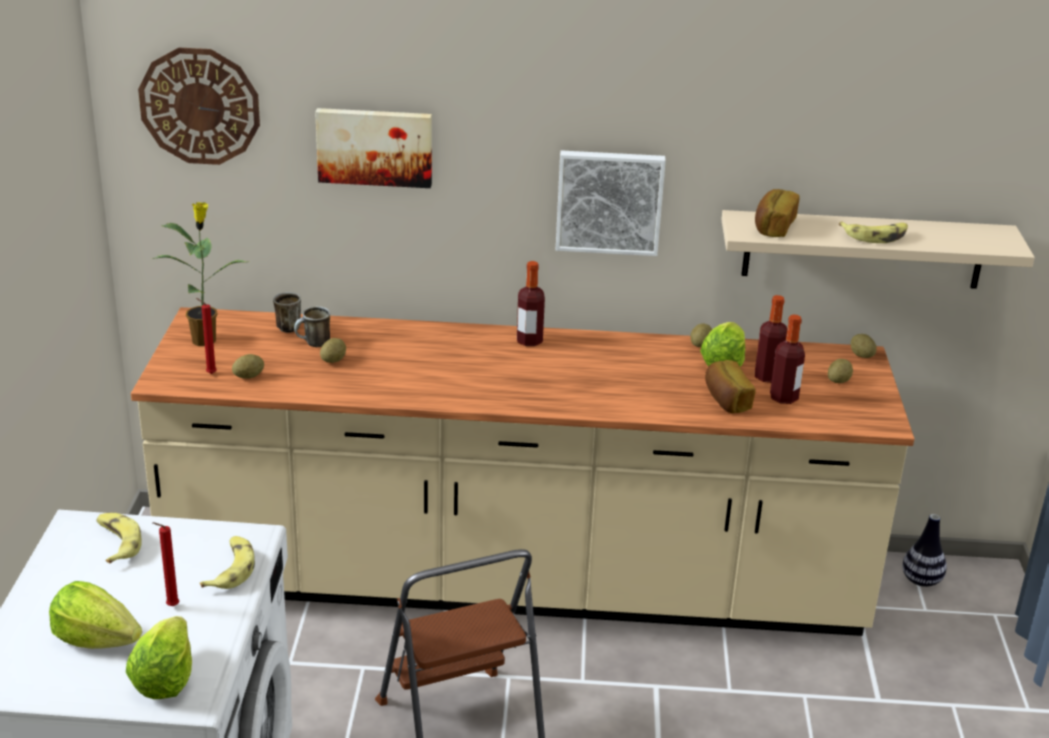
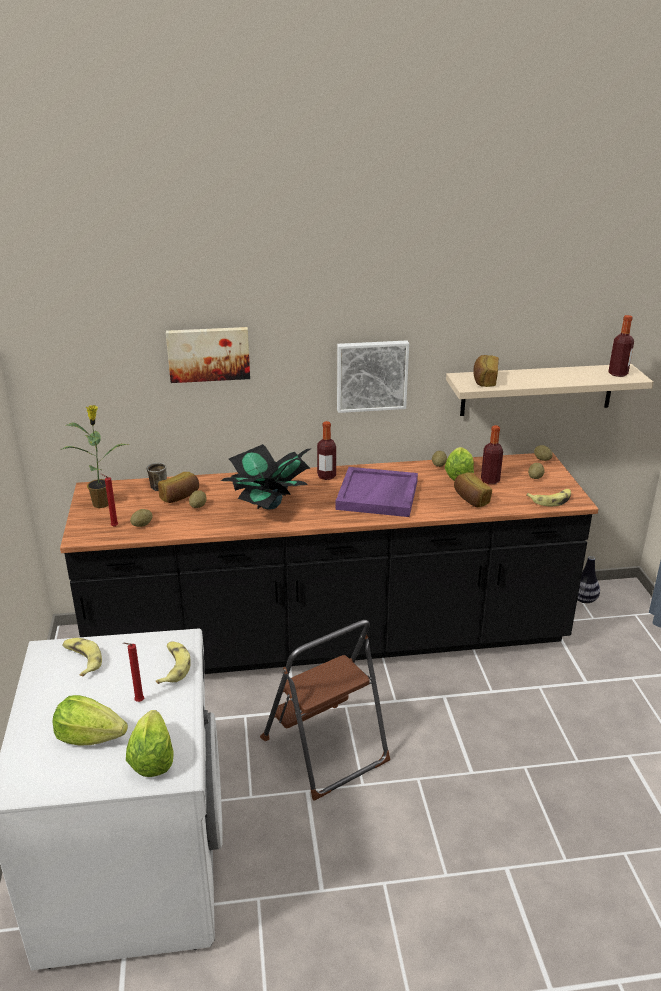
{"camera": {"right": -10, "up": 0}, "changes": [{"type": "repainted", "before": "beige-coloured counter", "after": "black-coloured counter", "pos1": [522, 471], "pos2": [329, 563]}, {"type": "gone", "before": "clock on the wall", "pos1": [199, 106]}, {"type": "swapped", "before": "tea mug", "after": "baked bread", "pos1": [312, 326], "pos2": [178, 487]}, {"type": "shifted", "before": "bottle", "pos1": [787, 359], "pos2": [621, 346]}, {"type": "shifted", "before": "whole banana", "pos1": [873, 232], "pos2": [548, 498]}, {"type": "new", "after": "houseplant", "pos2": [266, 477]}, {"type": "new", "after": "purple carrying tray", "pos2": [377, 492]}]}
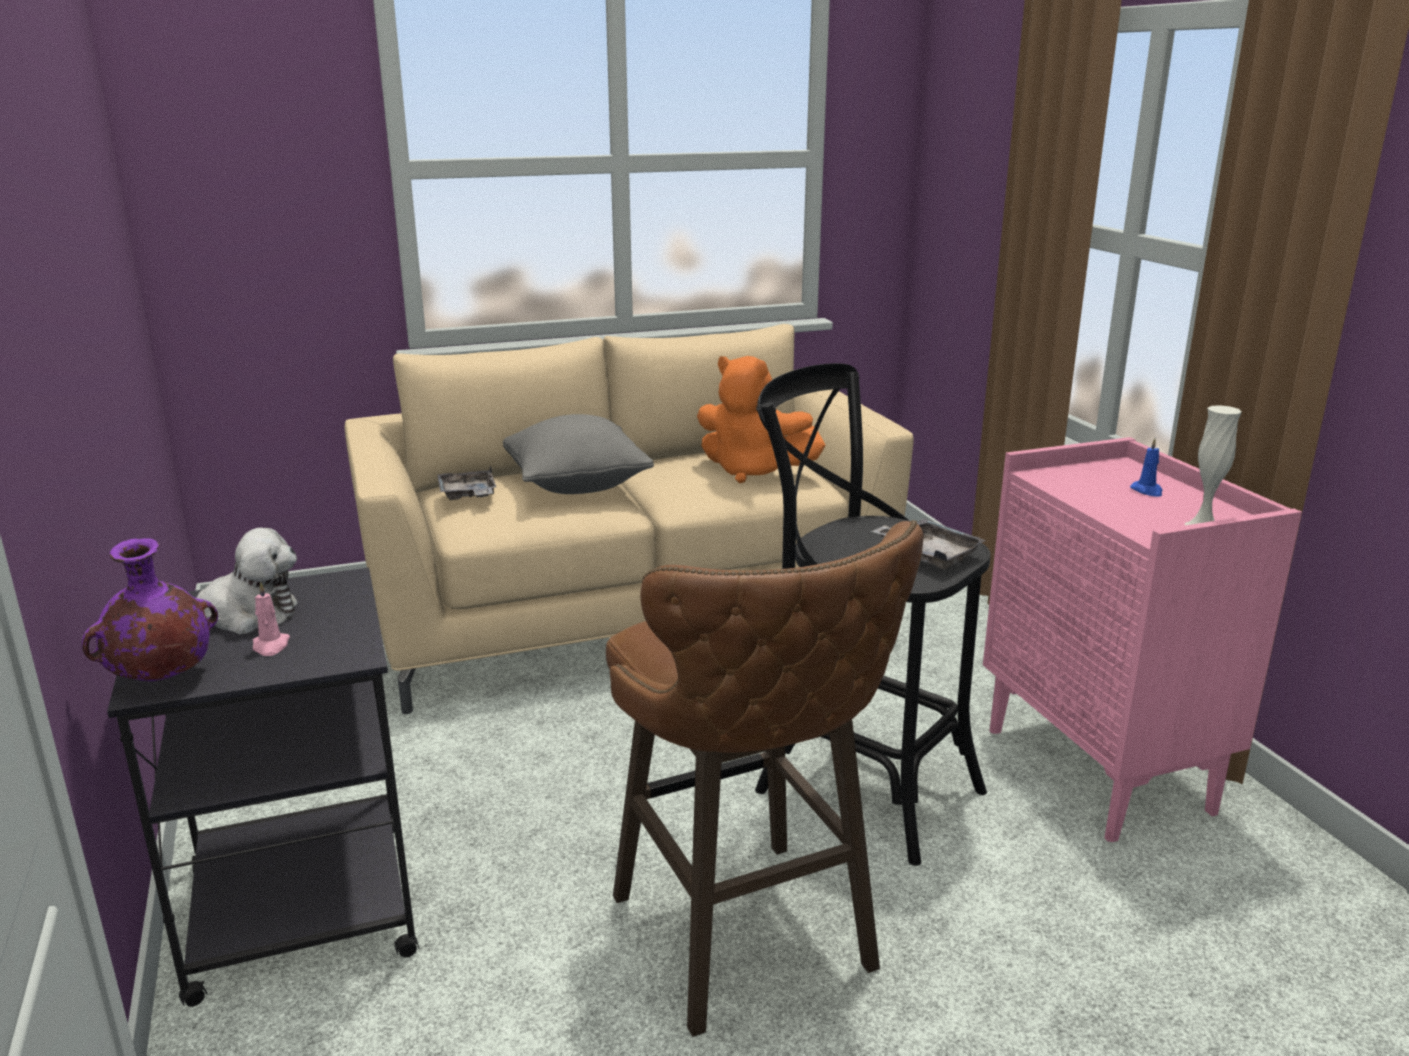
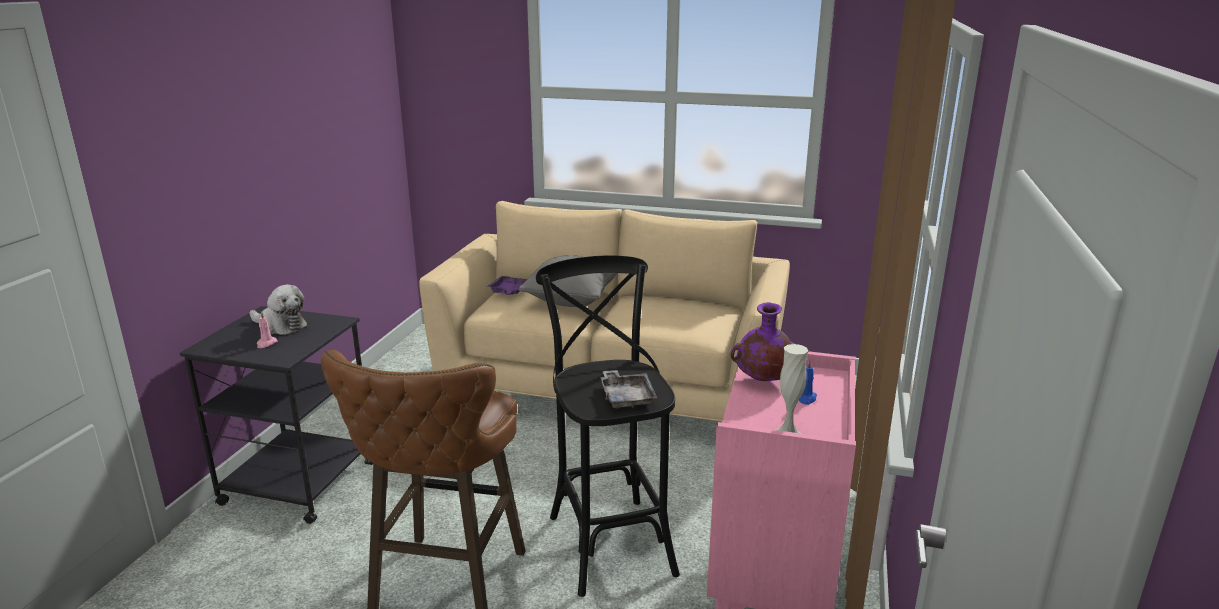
{"camera": {"right": 35, "up": 0}, "changes": [{"type": "shifted", "before": "purple decorative vase", "pos1": [150, 609], "pos2": [763, 341]}, {"type": "repainted", "before": "gray carrying tray", "after": "purple carrying tray", "pos1": [466, 482], "pos2": [507, 285]}, {"type": "gone", "before": "orangey soft toy", "pos1": [761, 419]}]}
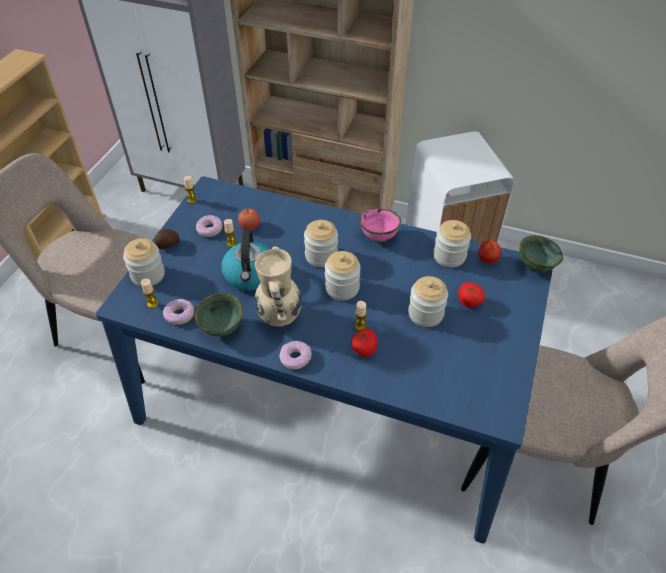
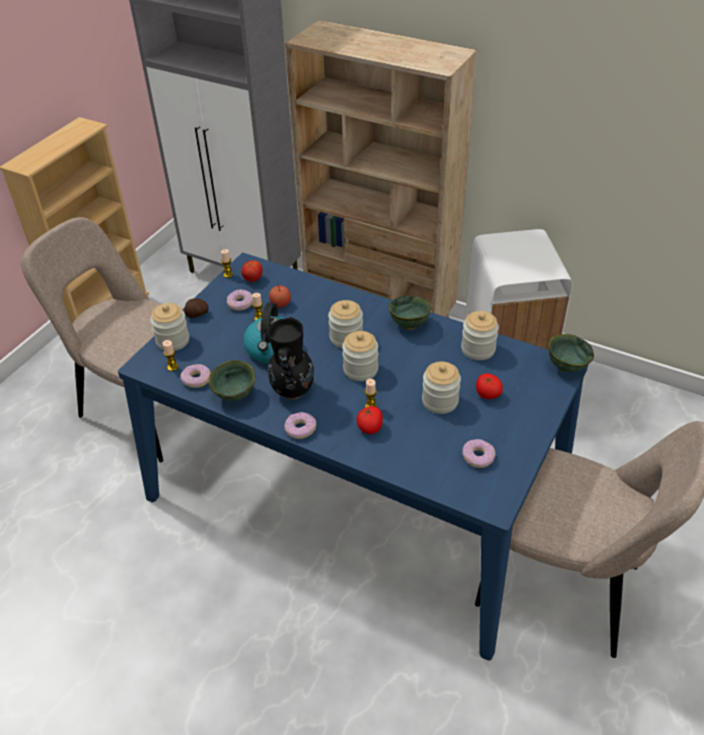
{"camera": {"right": 10, "up": -5}, "changes": [{"type": "repainted", "before": "beige-coloured decorative vase", "after": "black-coloured decorative vase", "pos1": [278, 286], "pos2": [291, 358]}, {"type": "repainted", "before": "pink-coloured bowl", "after": "green-coloured bowl", "pos1": [380, 225], "pos2": [410, 313]}, {"type": "shifted", "before": "whole tomato", "pos1": [489, 252], "pos2": [252, 271]}, {"type": "new", "after": "ring doughnut", "pos2": [479, 453]}]}
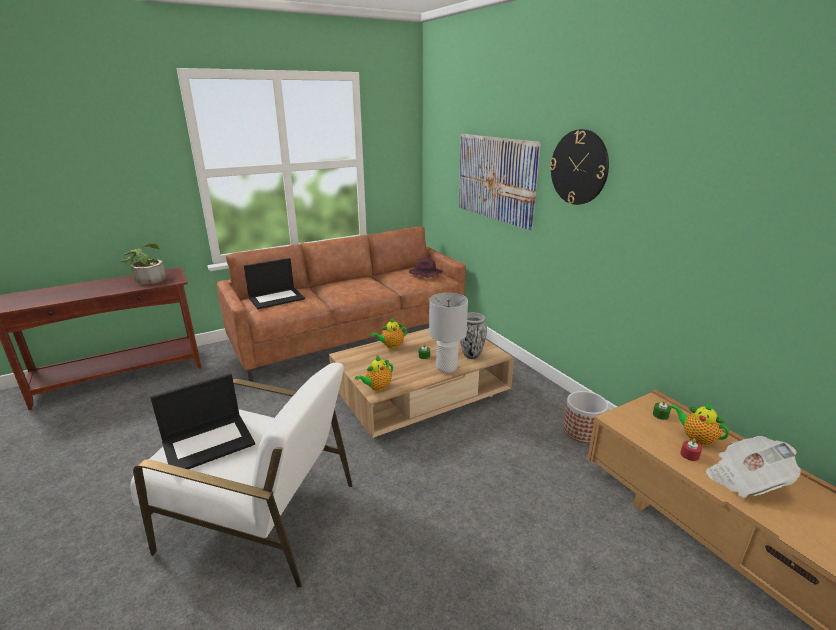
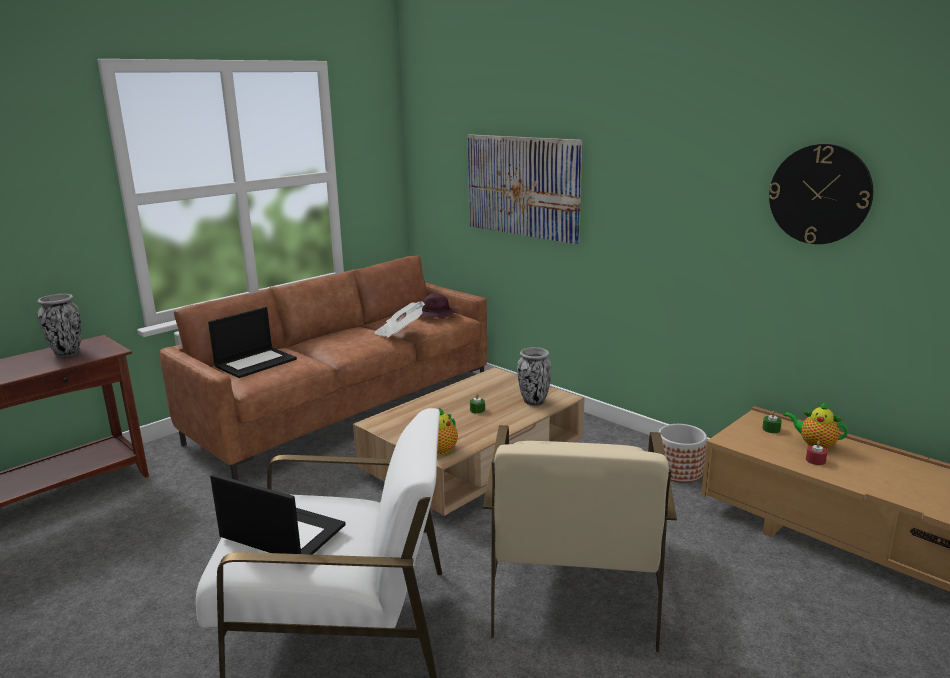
{"camera": {"right": -15, "up": -5}, "changes": [{"type": "swapped", "before": "houseplant", "after": "decorative vase", "pos1": [143, 264], "pos2": [59, 325]}, {"type": "rotated", "before": "laptop", "pos1": [202, 421], "pos2": [278, 514], "turn": -105}, {"type": "gone", "before": "pot for tea", "pos1": [388, 333]}, {"type": "gone", "before": "gray lamp for a table", "pos1": [448, 333]}, {"type": "shifted", "before": "clock on the wall", "pos1": [579, 167], "pos2": [821, 194]}, {"type": "shifted", "before": "newspaper", "pos1": [753, 467], "pos2": [400, 319]}, {"type": "new", "after": "beige-coloured easy chair", "pos2": [580, 538]}]}
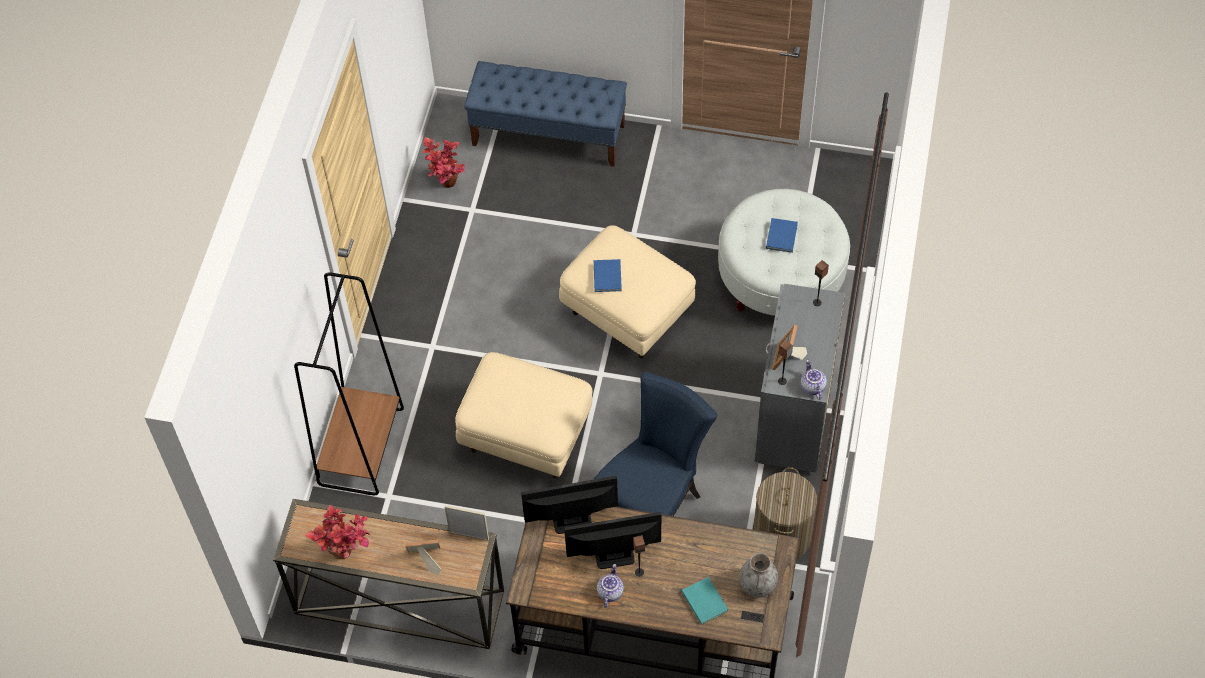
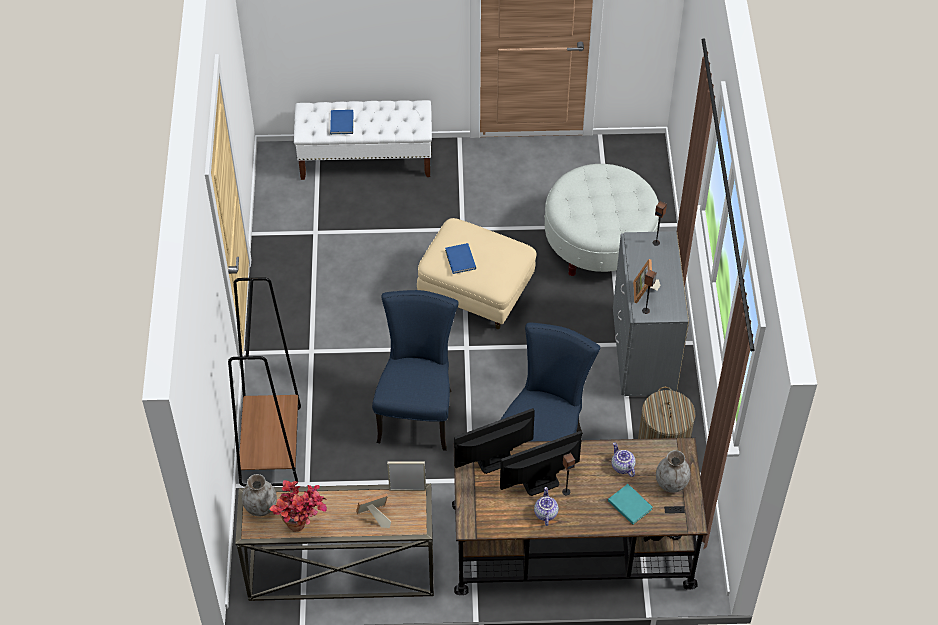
{"camera": {"right": -15, "up": -5}, "changes": [{"type": "gone", "before": "houseplant", "pos1": [444, 162]}, {"type": "swapped", "before": "beige-coloured pouffe", "after": "blue upright chair", "pos1": [523, 415], "pos2": [415, 370]}, {"type": "repainted", "before": "blue long seat", "after": "white long seat", "pos1": [545, 114], "pos2": [363, 140]}, {"type": "shifted", "before": "blue bound book", "pos1": [782, 235], "pos2": [341, 122]}, {"type": "shifted", "before": "pot for tea", "pos1": [814, 380], "pos2": [624, 459]}, {"type": "new", "after": "gray decorative vase", "pos2": [259, 495]}]}
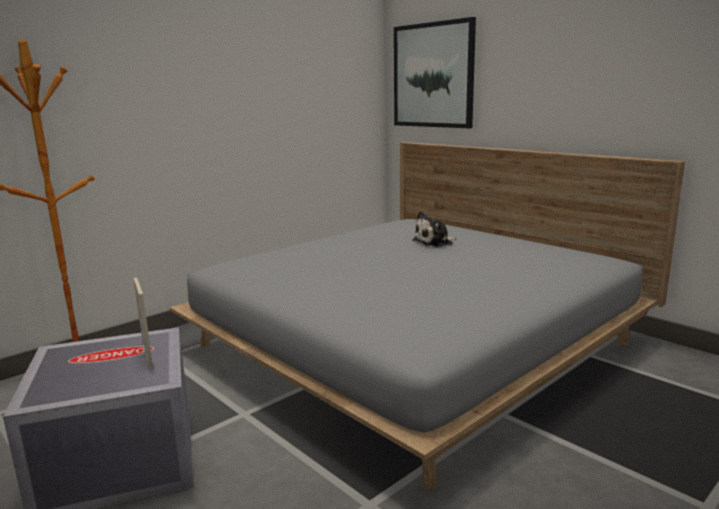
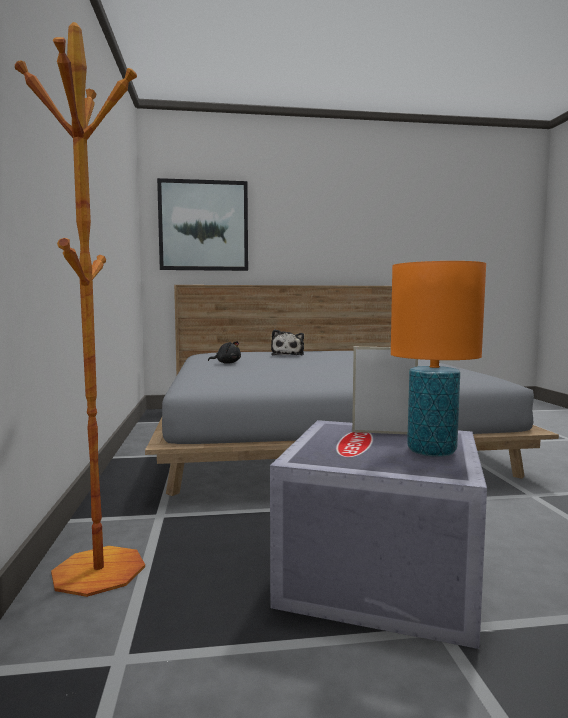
{"camera": {"right": -55, "up": -10}, "changes": [{"type": "new", "after": "black-coloured soft toy", "pos2": [224, 352]}, {"type": "new", "after": "orangey lamp for a table", "pos2": [438, 359]}]}
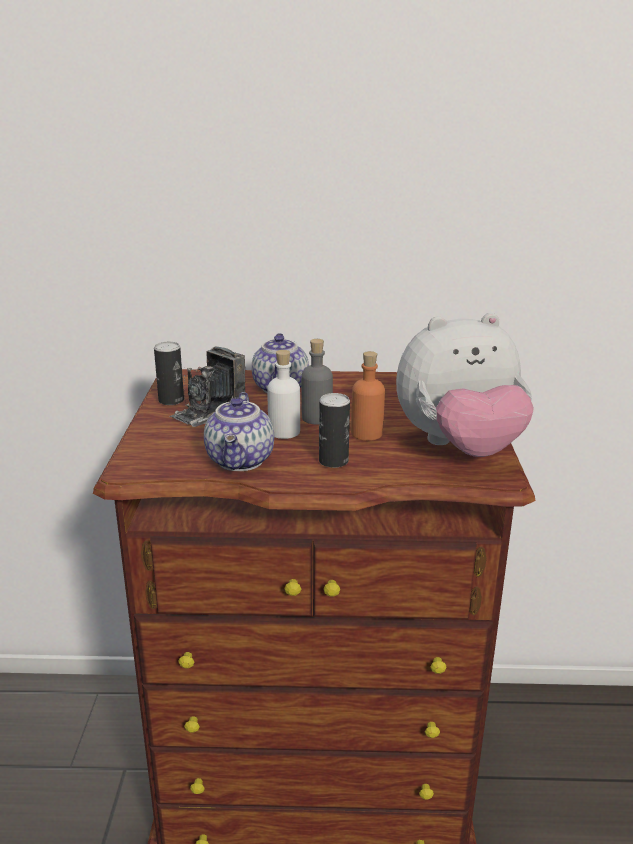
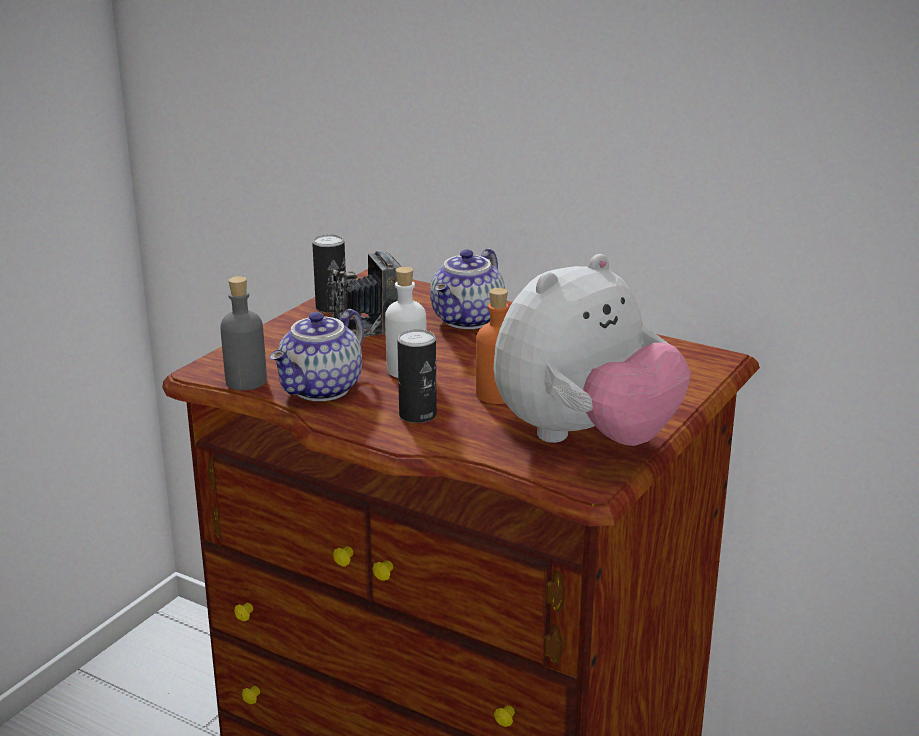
{"camera": {"right": 30, "up": 0}, "changes": [{"type": "shifted", "before": "gray bottle", "pos1": [317, 382], "pos2": [243, 333]}, {"type": "rotated", "before": "soft toy", "pos1": [465, 385], "pos2": [592, 350], "turn": -60}]}
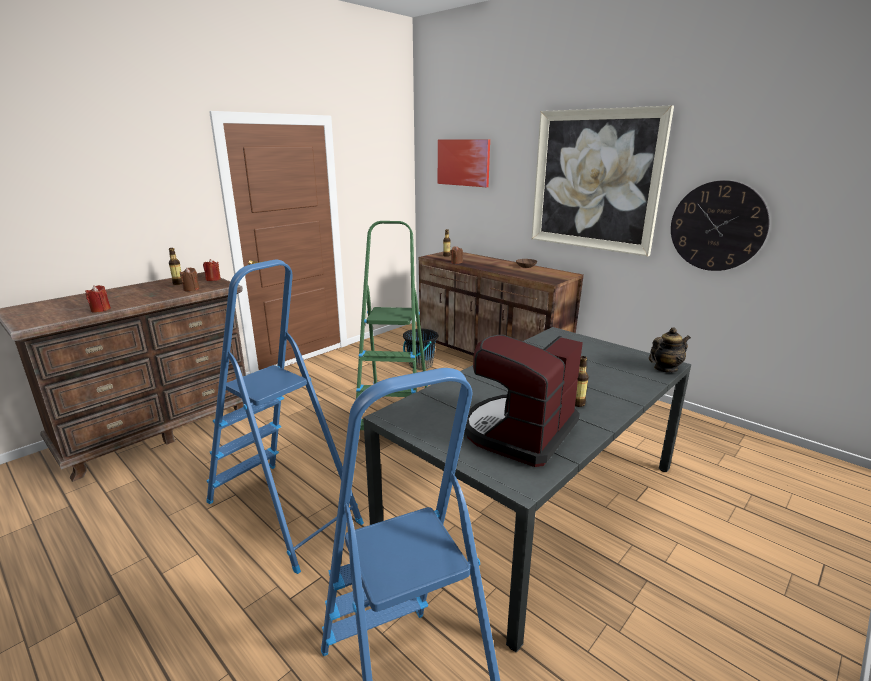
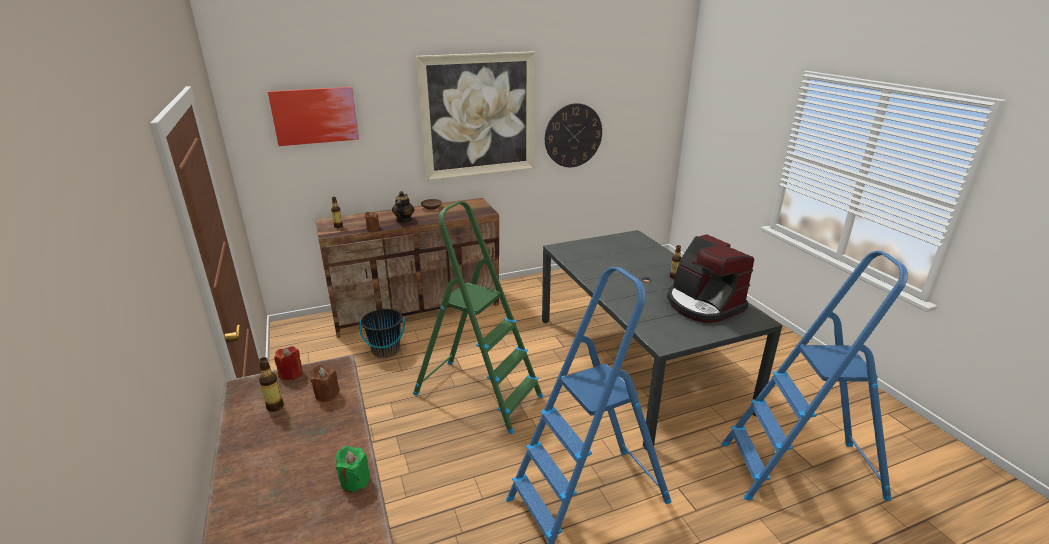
{"camera": {"right": -65, "up": 5}, "changes": [{"type": "repainted", "before": "reddish wax light", "after": "green-coloured wax light", "pos1": [98, 299], "pos2": [353, 469]}, {"type": "shifted", "before": "pot for tea", "pos1": [670, 350], "pos2": [403, 206]}]}
